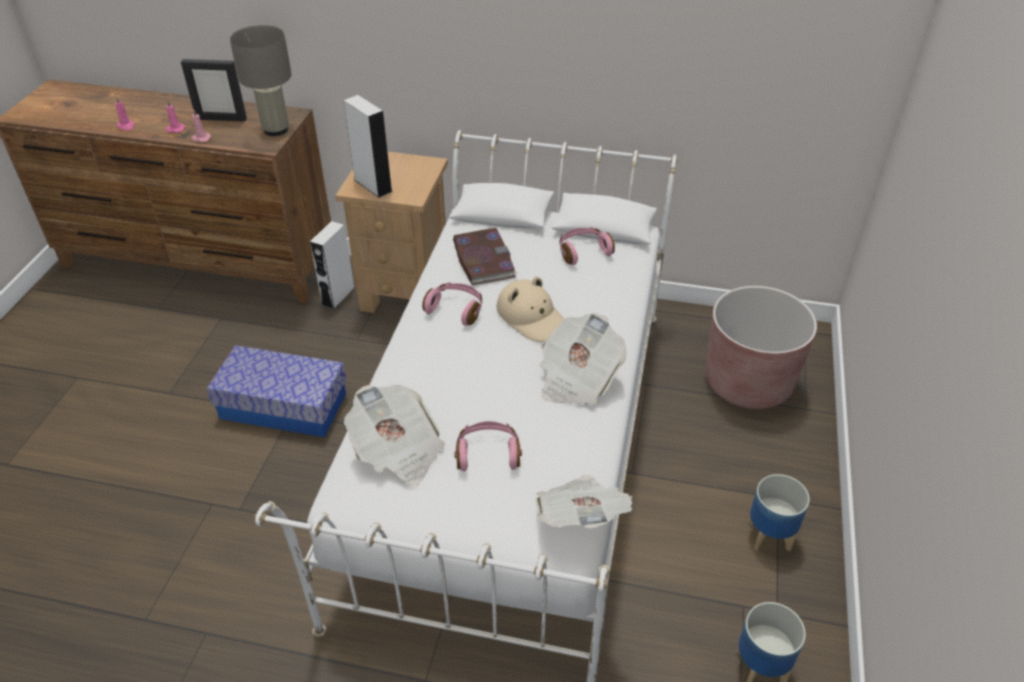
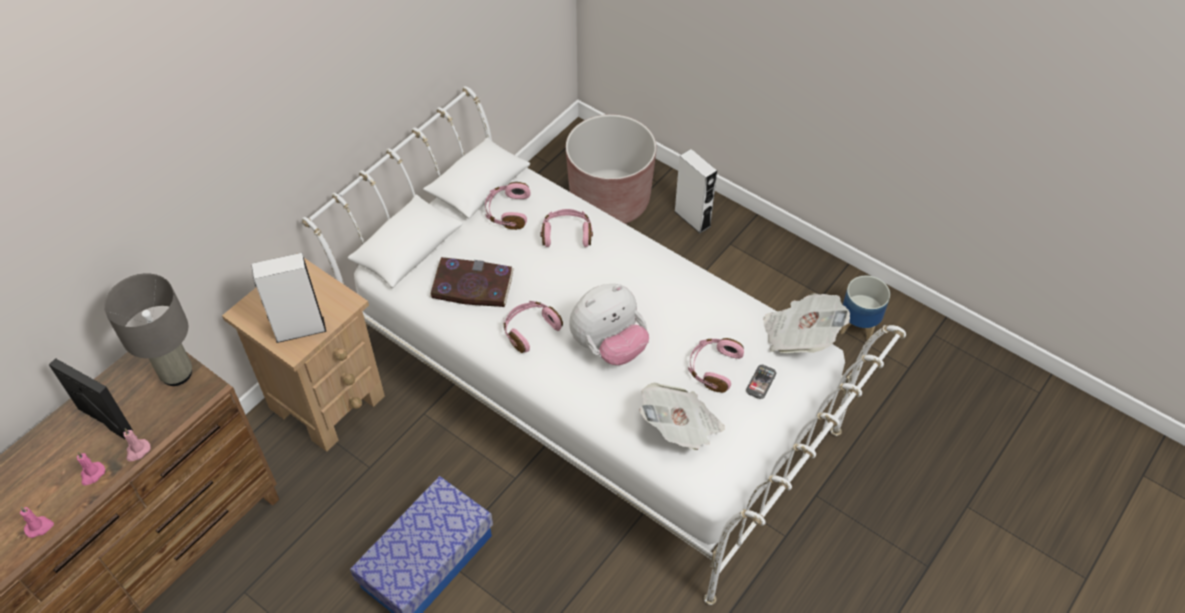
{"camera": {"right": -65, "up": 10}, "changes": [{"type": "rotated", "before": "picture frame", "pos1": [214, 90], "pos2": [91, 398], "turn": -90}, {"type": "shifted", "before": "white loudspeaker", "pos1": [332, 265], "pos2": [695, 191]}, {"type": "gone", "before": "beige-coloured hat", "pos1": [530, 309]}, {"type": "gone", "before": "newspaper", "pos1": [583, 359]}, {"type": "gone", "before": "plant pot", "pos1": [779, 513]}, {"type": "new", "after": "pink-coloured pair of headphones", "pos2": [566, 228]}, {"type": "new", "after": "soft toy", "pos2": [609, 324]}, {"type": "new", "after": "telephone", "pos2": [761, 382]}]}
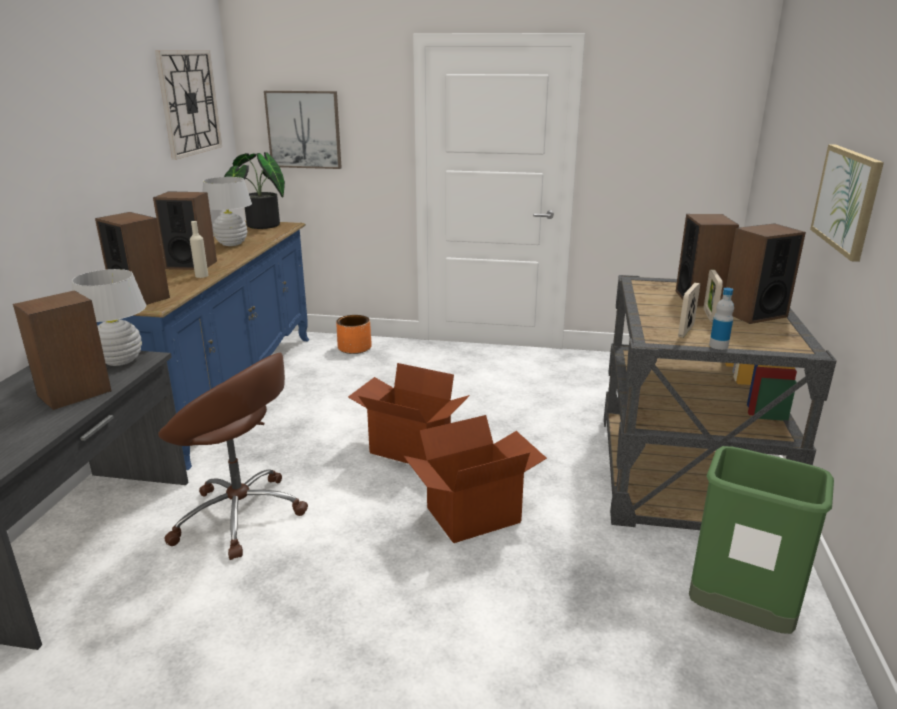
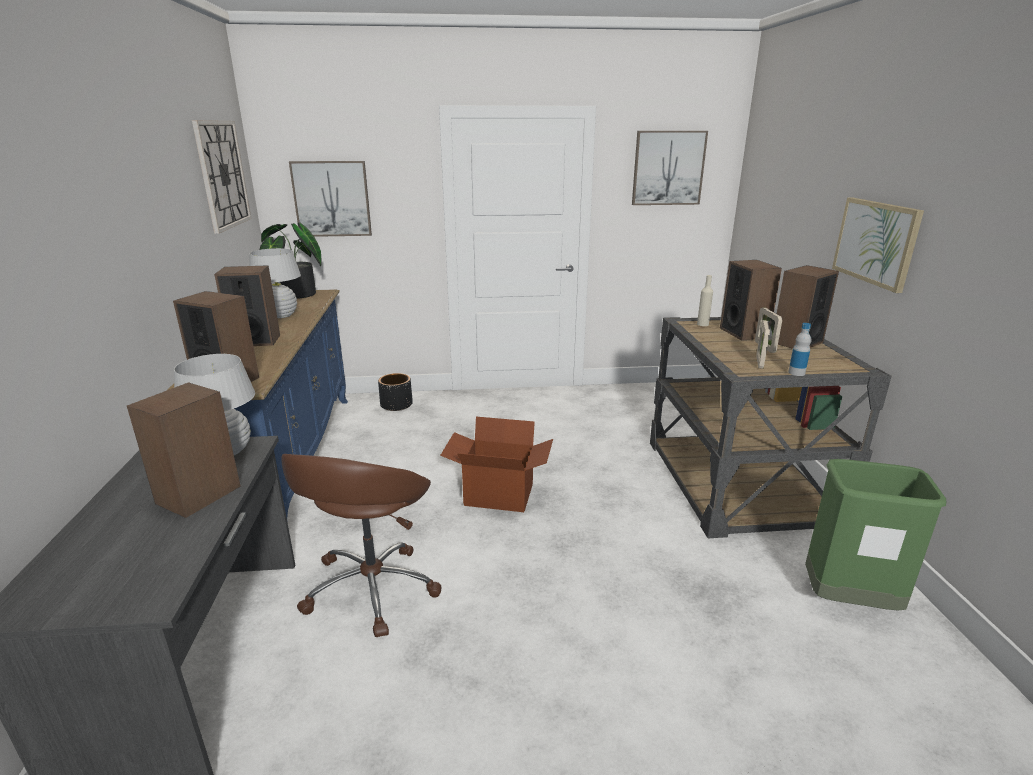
{"camera": {"right": -15, "up": 0}, "changes": [{"type": "rotated", "before": "brownish desk chair", "pos1": [233, 456], "pos2": [361, 545], "turn": 90}, {"type": "shifted", "before": "beige-coloured bottle", "pos1": [199, 249], "pos2": [705, 300]}, {"type": "repainted", "before": "orangey plant pot", "after": "black-coloured plant pot", "pos1": [354, 334], "pos2": [395, 392]}, {"type": "gone", "before": "cardboard box", "pos1": [475, 479]}, {"type": "new", "after": "wall art", "pos2": [670, 168]}]}
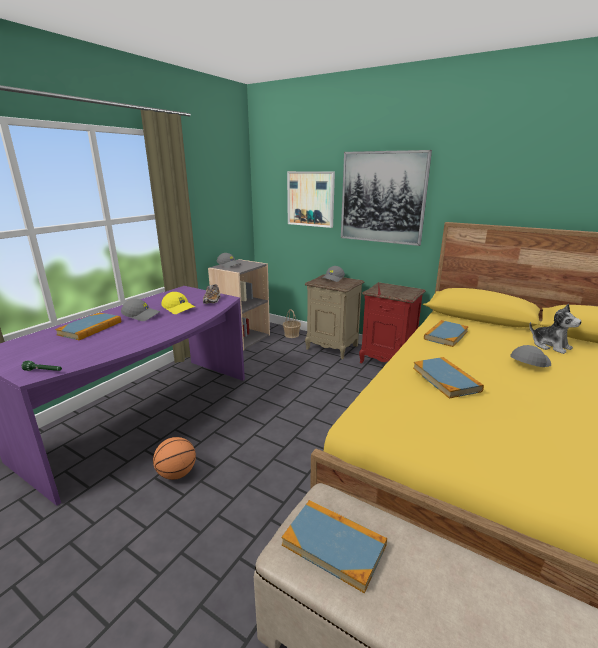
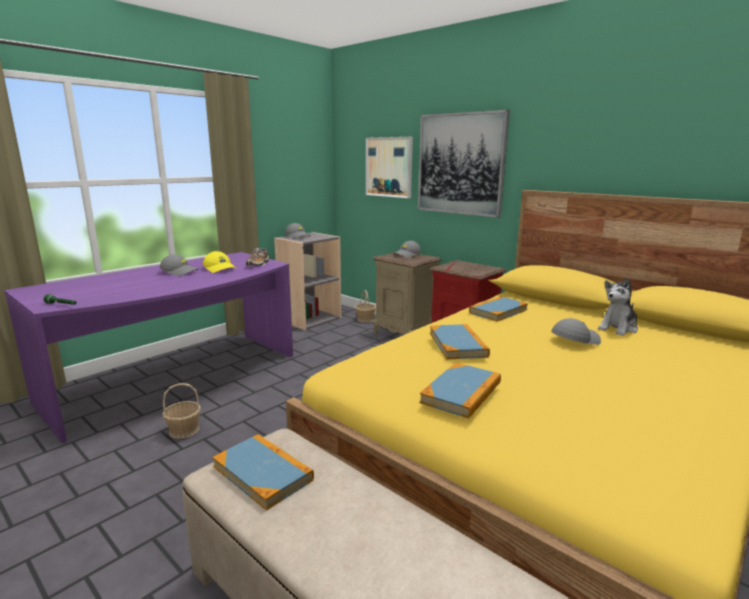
{"camera": {"right": 10, "up": -5}, "changes": [{"type": "shifted", "before": "bound book", "pos1": [88, 326], "pos2": [460, 391]}, {"type": "swapped", "before": "basketball ball", "after": "household basket", "pos1": [174, 458], "pos2": [181, 411]}, {"type": "rotated", "before": "soft toy", "pos1": [555, 329], "pos2": [618, 306], "turn": 75}]}
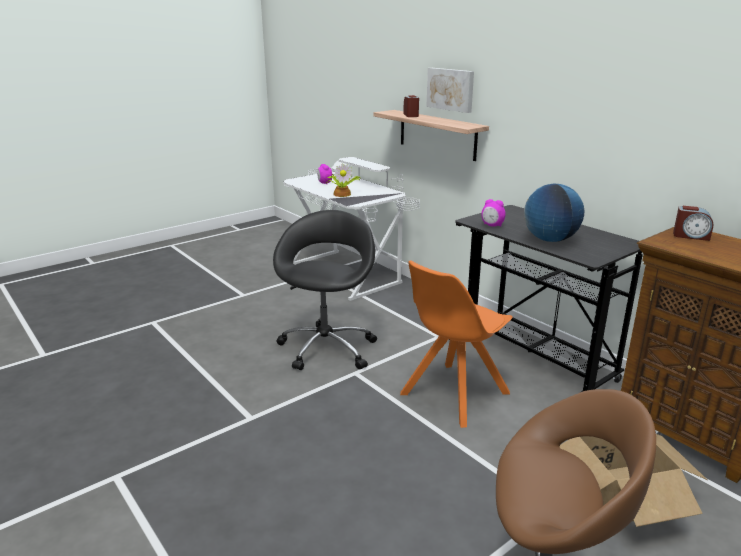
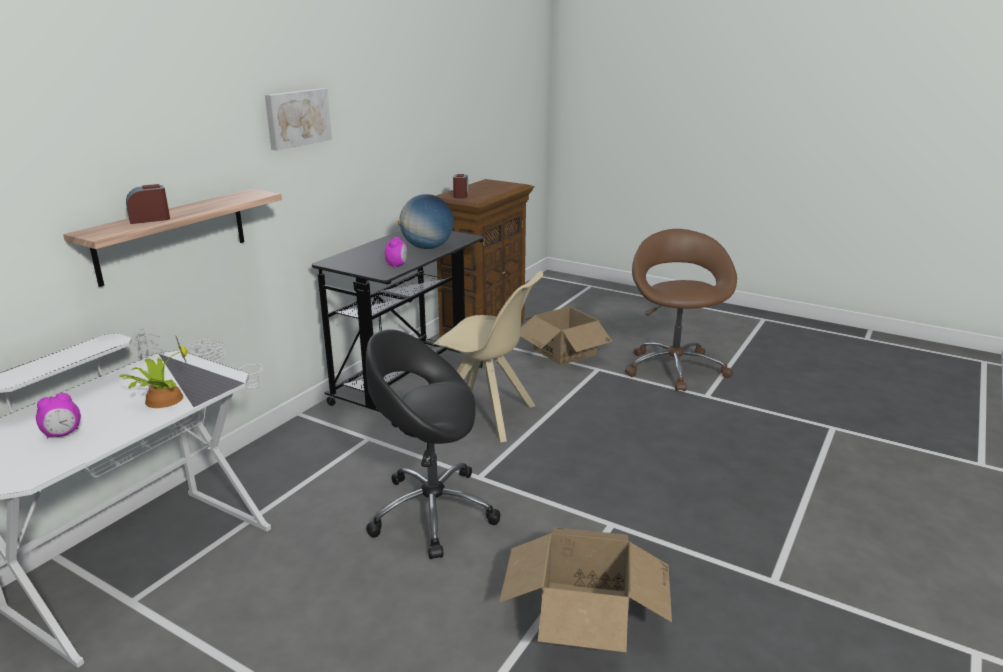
{"camera": {"right": -110, "up": 0}, "changes": [{"type": "repainted", "before": "orangey upright chair", "after": "beige-coloured upright chair", "pos1": [456, 344], "pos2": [488, 356]}, {"type": "shifted", "before": "wall art", "pos1": [450, 90], "pos2": [298, 119]}, {"type": "new", "after": "cardboard box", "pos2": [585, 589]}]}
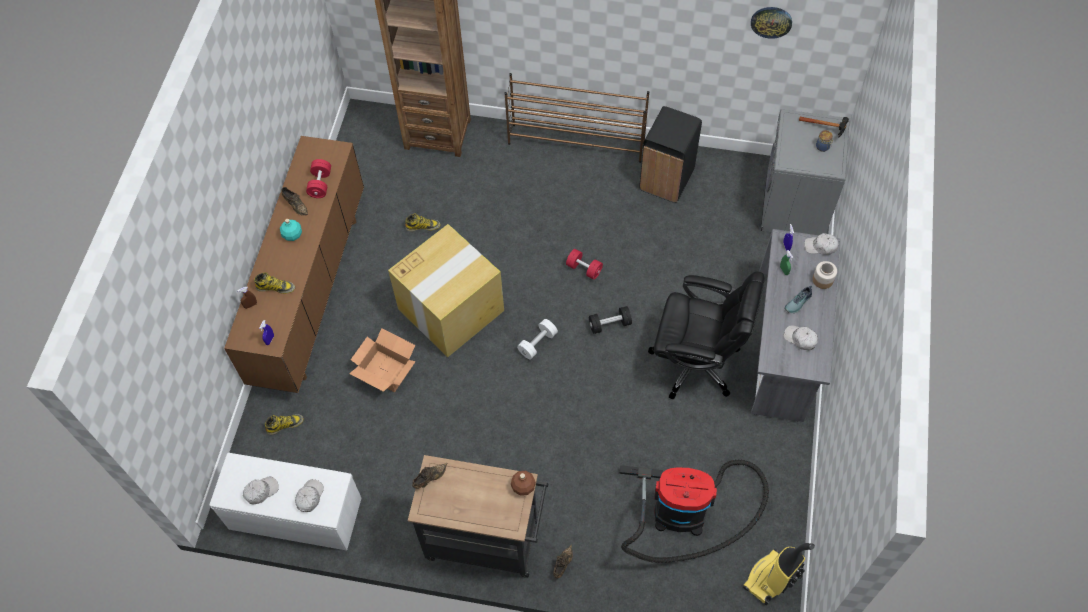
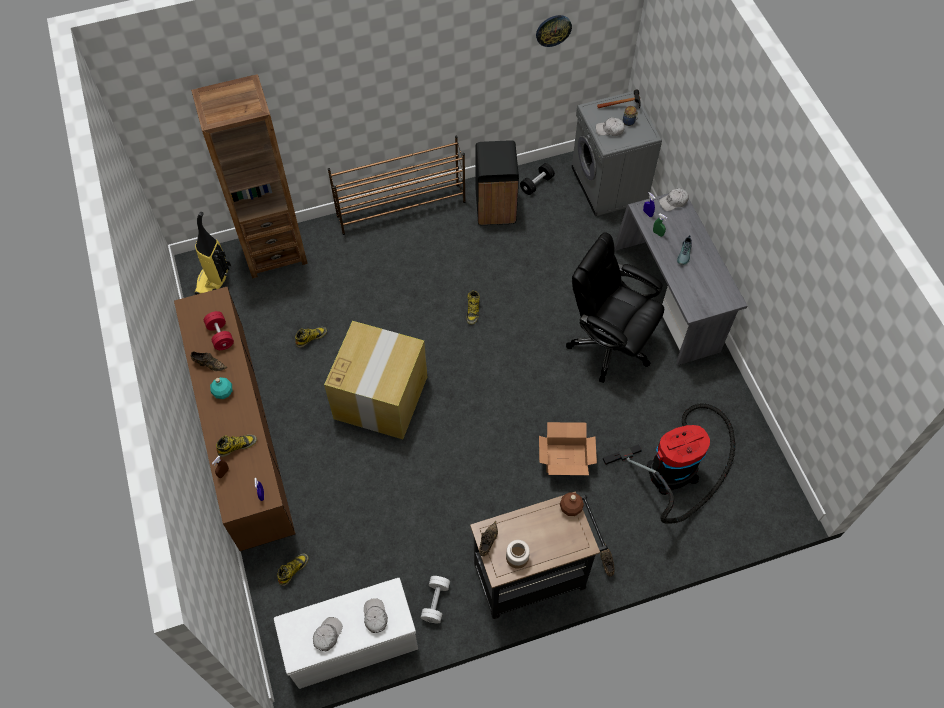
{"camera": {"right": -30, "up": 0}, "changes": [{"type": "shifted", "before": "cardboard box", "pos1": [382, 360], "pos2": [568, 448]}, {"type": "shifted", "before": "white free weight", "pos1": [537, 339], "pos2": [435, 599]}, {"type": "swapped", "before": "reddish free weight", "after": "high-top boot", "pos1": [584, 264], "pos2": [473, 307]}, {"type": "shifted", "before": "black-coloured free weight", "pos1": [610, 320], "pos2": [537, 179]}, {"type": "rotated", "before": "black-coloured desk chair", "pos1": [706, 336], "pos2": [615, 307], "turn": -135}, {"type": "shifted", "before": "hoover", "pos1": [779, 574], "pos2": [212, 253]}, {"type": "shifted", "before": "white baseball cap", "pos1": [801, 337], "pos2": [610, 126]}, {"type": "shifted", "before": "preserve jar", "pos1": [824, 275], "pos2": [518, 554]}]}
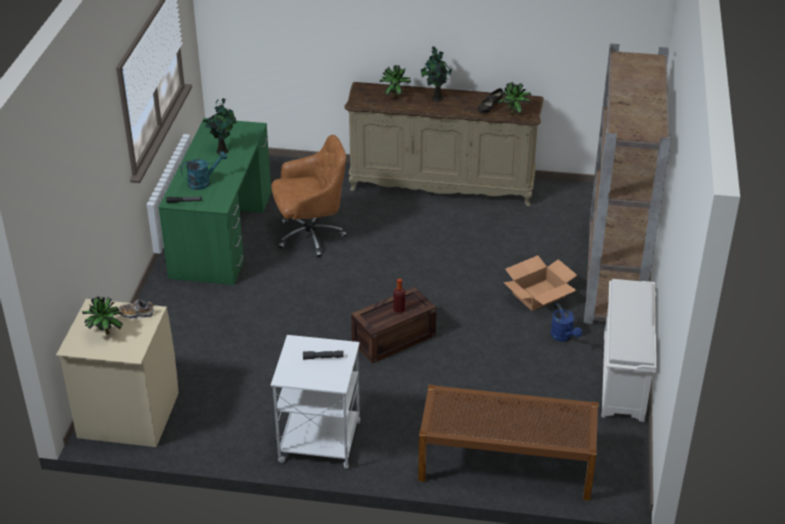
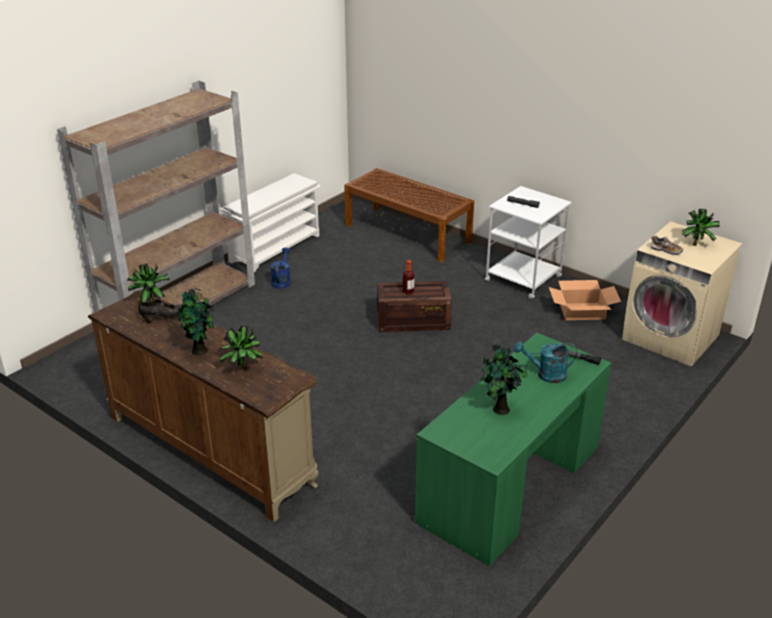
{"camera": {"right": -150, "up": -5}, "changes": [{"type": "gone", "before": "brownish desk chair", "pos1": [308, 196]}, {"type": "shifted", "before": "cardboard box", "pos1": [540, 283], "pos2": [585, 300]}]}
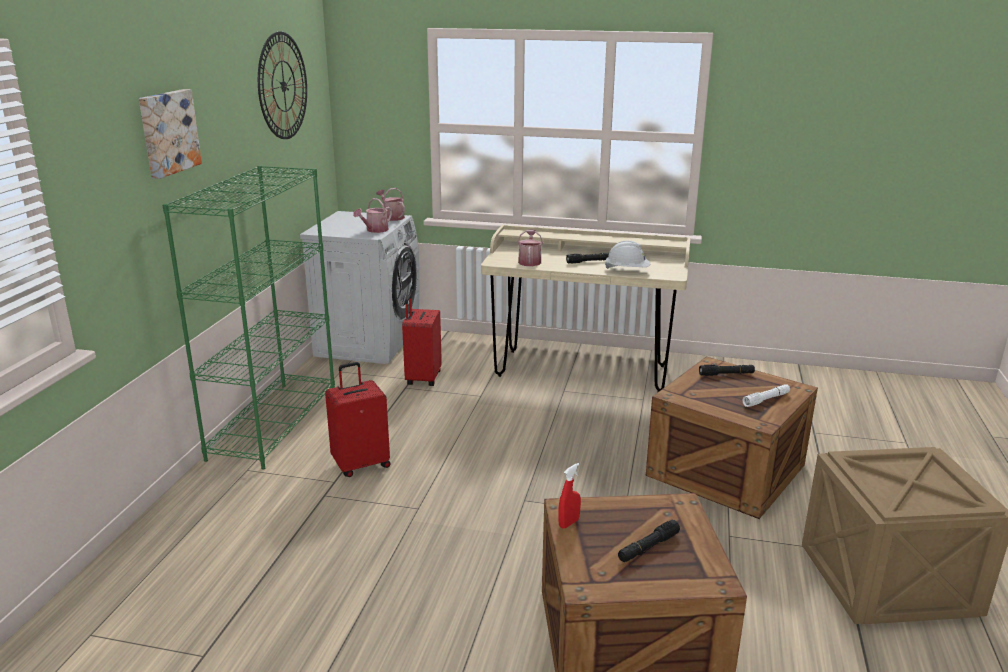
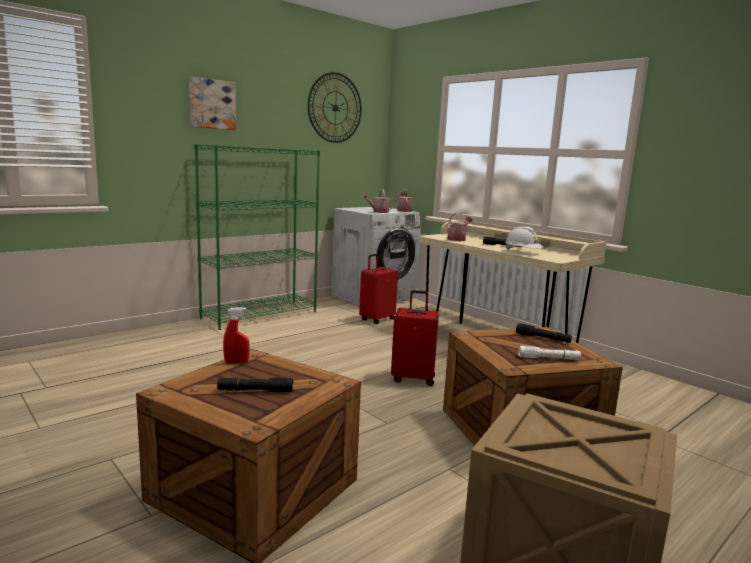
{"camera": {"right": 35, "up": -10}, "changes": [{"type": "shifted", "before": "reddish piece of luggage", "pos1": [357, 419], "pos2": [415, 338]}]}
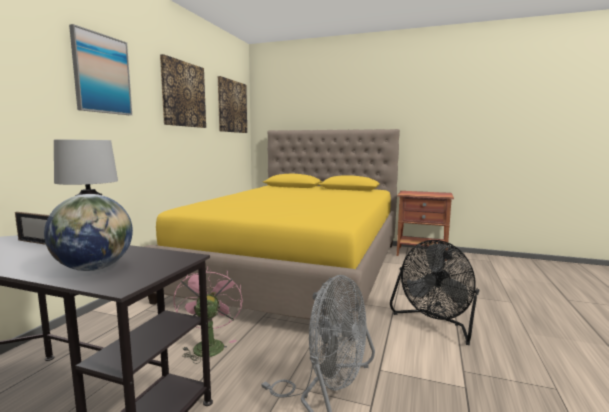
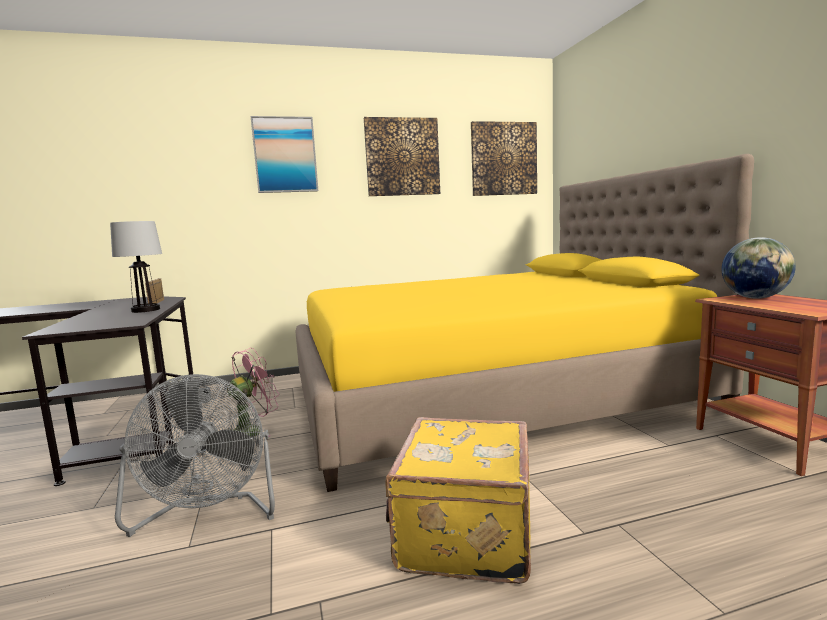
{"camera": {"right": 55, "up": 0}, "changes": [{"type": "shifted", "before": "globe", "pos1": [88, 232], "pos2": [759, 268]}, {"type": "swapped", "before": "black-coloured fan", "after": "yellowish piece of luggage", "pos1": [434, 292], "pos2": [458, 500]}]}
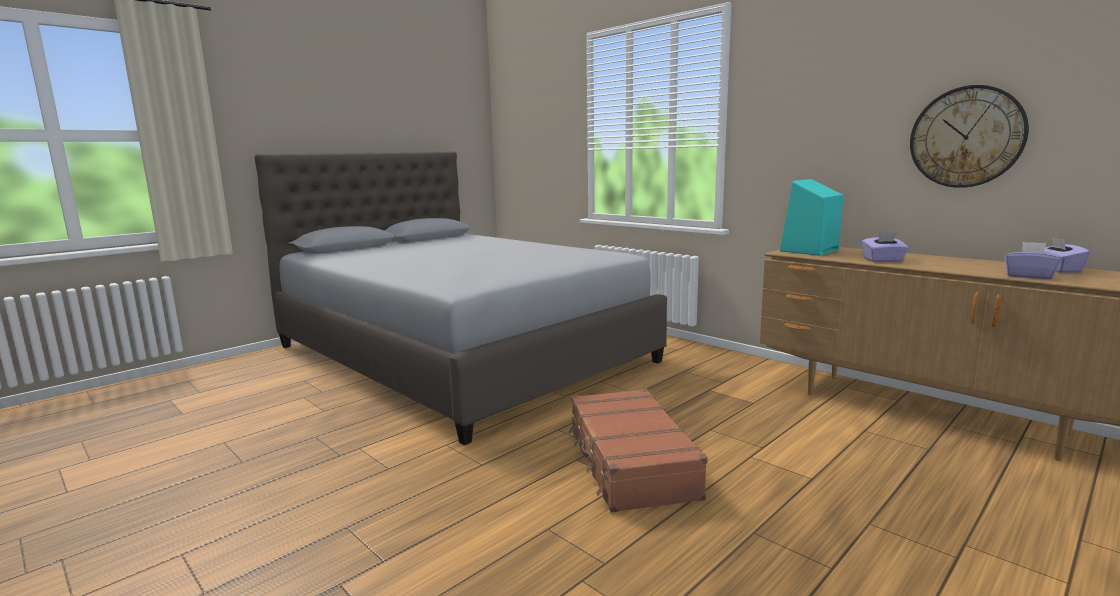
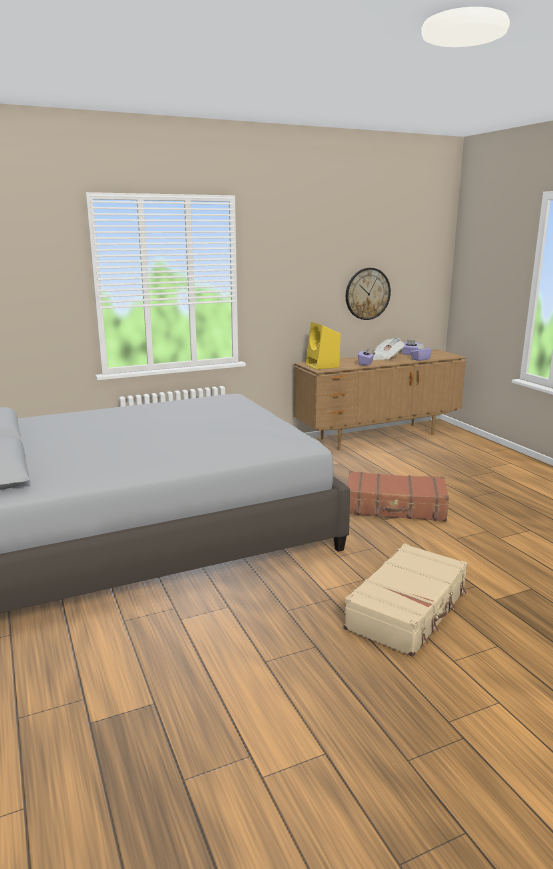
{"camera": {"right": -70, "up": 5}, "changes": [{"type": "repainted", "before": "blue-green loudspeaker", "after": "yellowish loudspeaker", "pos1": [811, 217], "pos2": [323, 346]}, {"type": "new", "after": "beige-coloured piece of luggage", "pos2": [405, 600]}, {"type": "new", "after": "newspaper", "pos2": [389, 349]}]}
